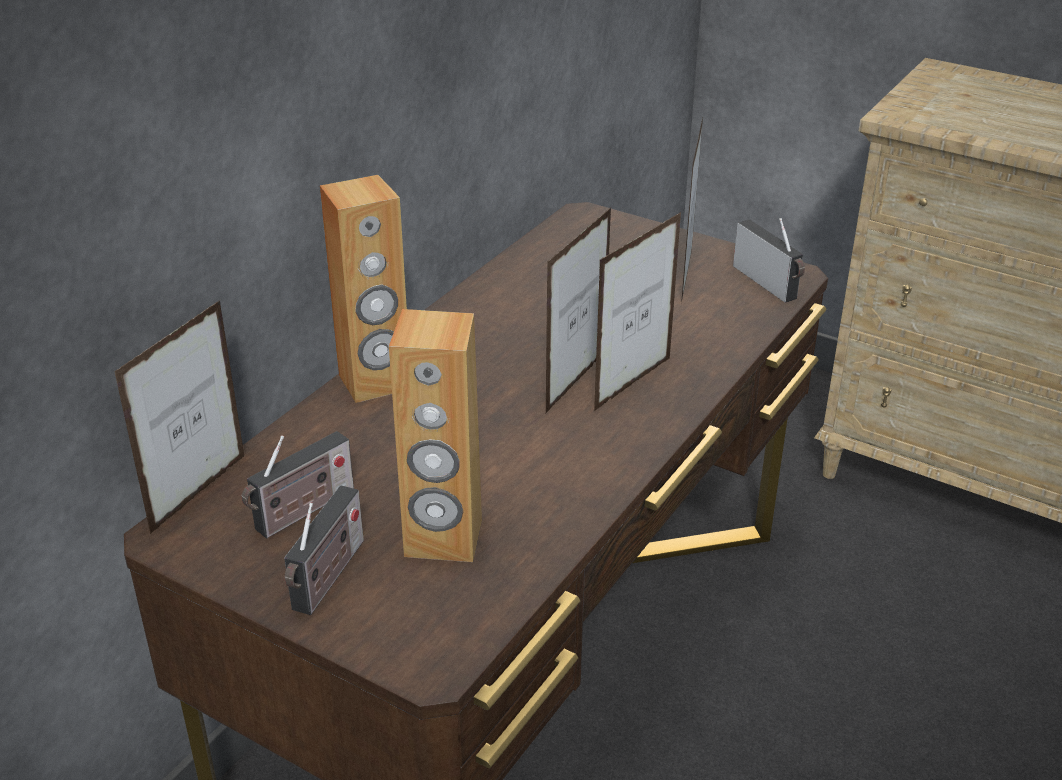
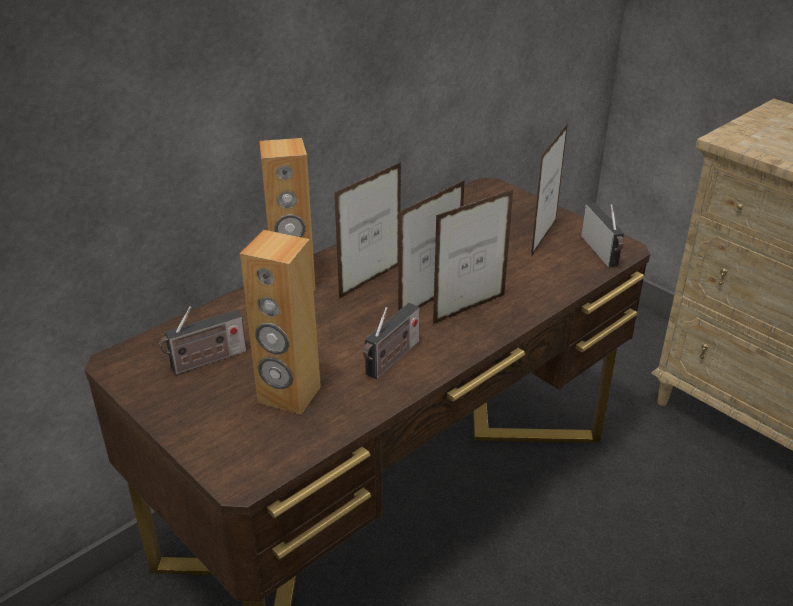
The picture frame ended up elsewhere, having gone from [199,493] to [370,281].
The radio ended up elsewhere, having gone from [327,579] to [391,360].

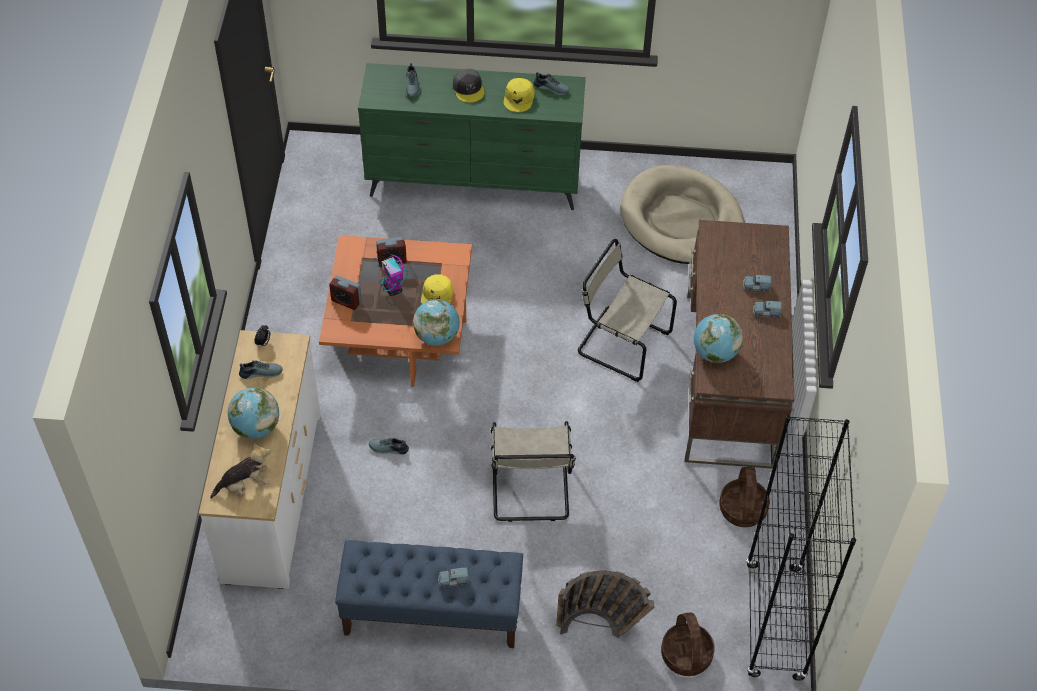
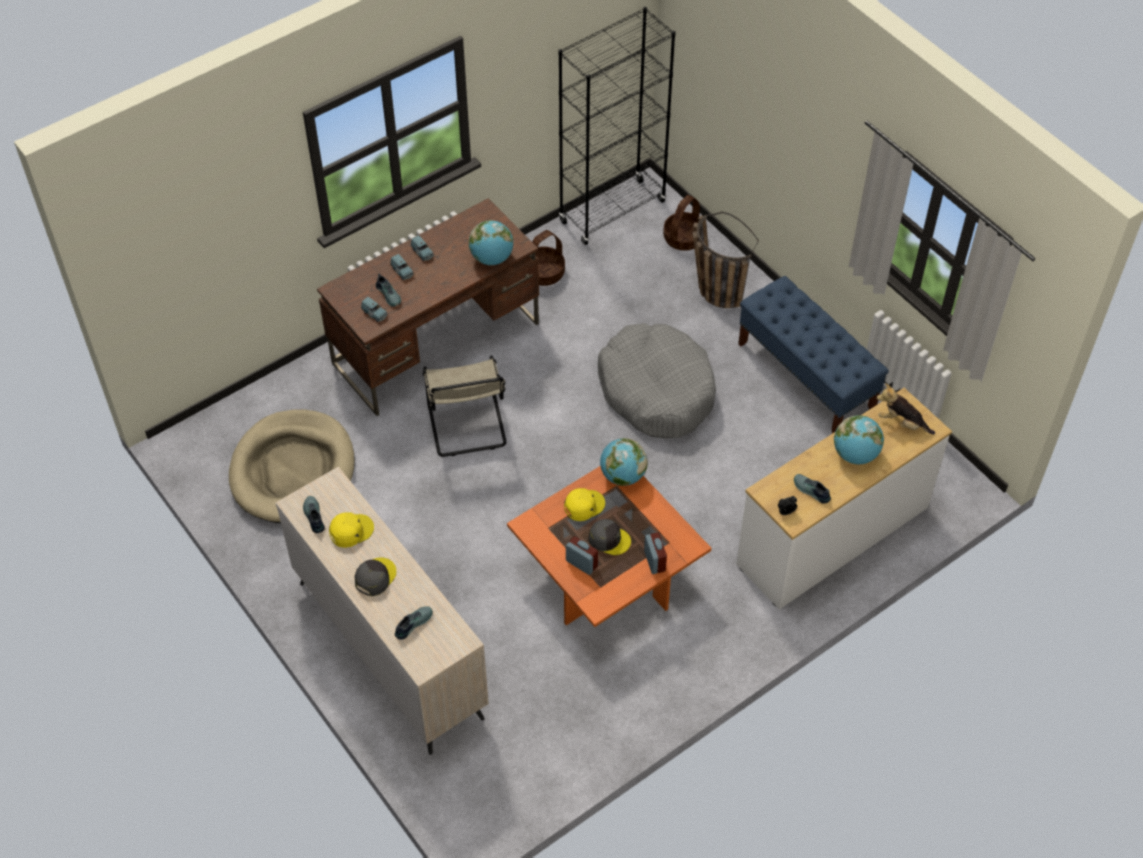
What was the dresser in green at [474,183] turned into the dresser in beige at [390,648].
Where the toy robot stood at [393,289], the cap in grey came to stand at [609,539].
Where the chair in beige stood at [530,491], the dog bed in grey came to stand at [656,390].
The shoe ended up elsewhere, having gone from [388,449] to [389,294].
The toy car in blue ended up elsewhere, having gone from [453,580] to [374,314].

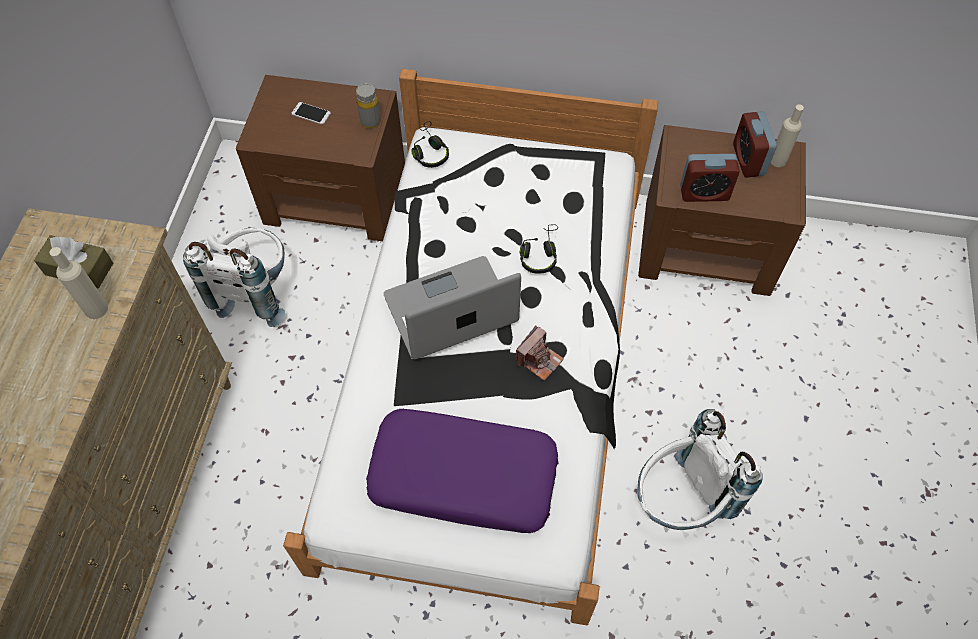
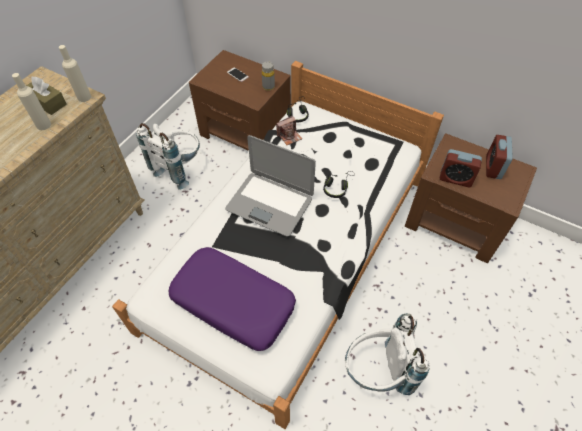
The bottle in beige ended up elsewhere, having gone from [778,160] to [84,97].
The laptop at [451,311] ended up facing another way, 150 degrees counterclockwise from before.
The photo camera ended up elsewhere, having gone from [539,359] to [289,136].

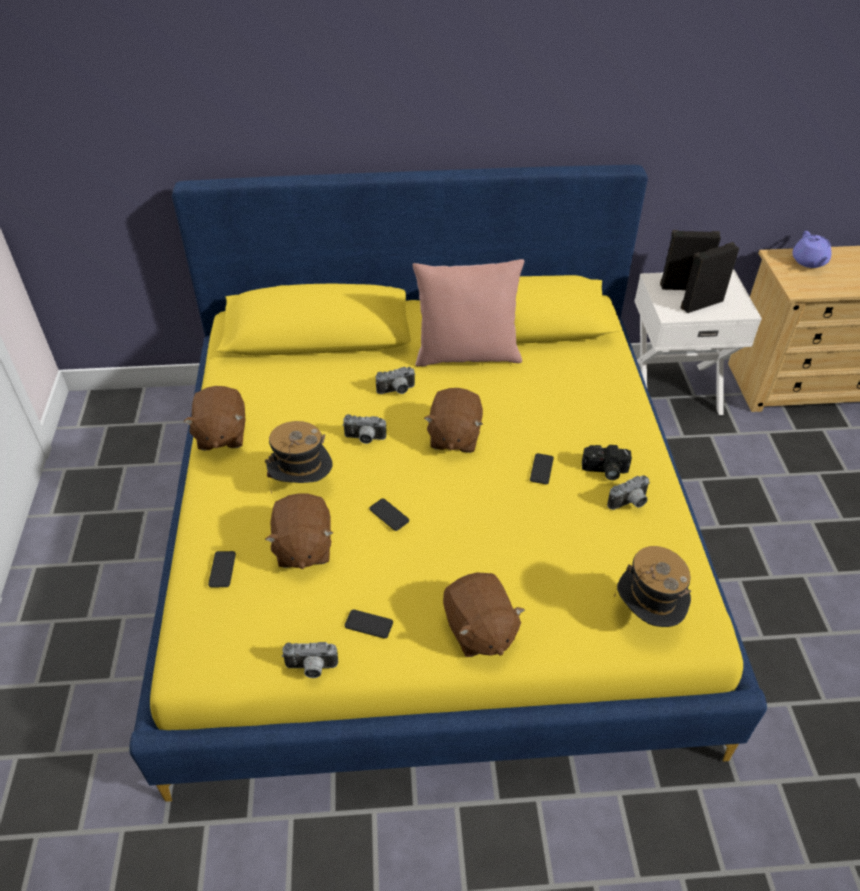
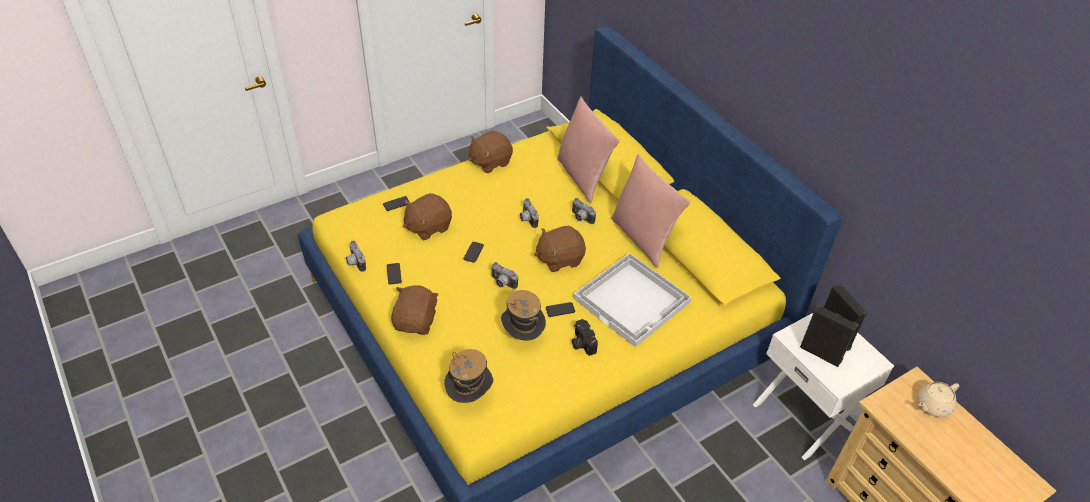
What was the teapot in purple at [809,262] turned into the teapot in beige at [932,406].
The hat ended up elsewhere, having gone from [302,485] to [522,336].
The photo camera ended up elsewhere, having gone from [629,503] to [502,283].
The plush toy in brown at [479,630] ended up facing another way, 150 degrees clockwise from before.
The second view gained the pillow in pink at [583,177].
The second view gained the tray in white at [633,300].

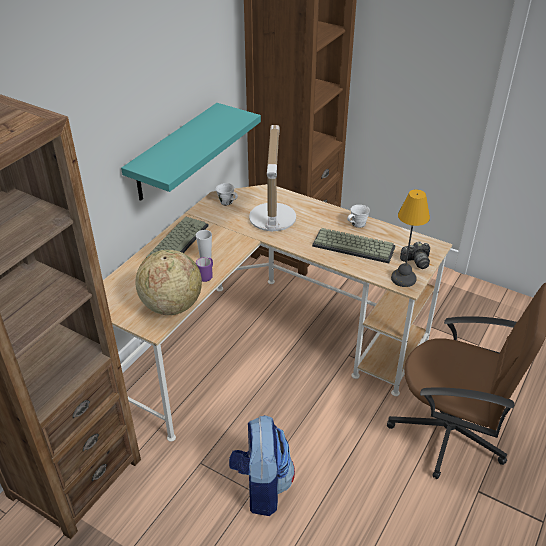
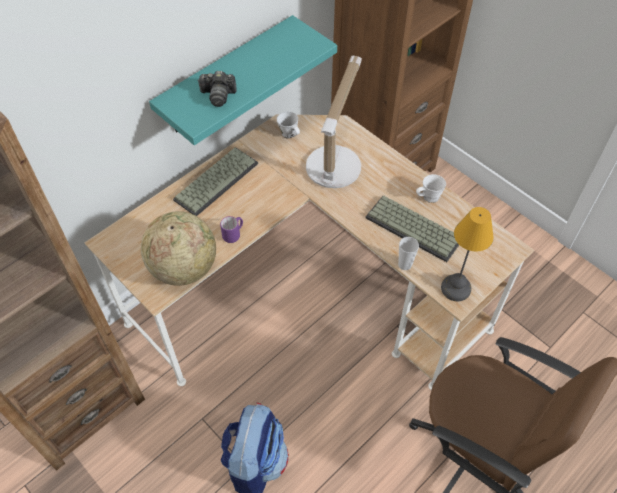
The cup ended up elsewhere, having gone from [205,257] to [405,264].
The photo camera ended up elsewhere, having gone from [416,261] to [218,95].

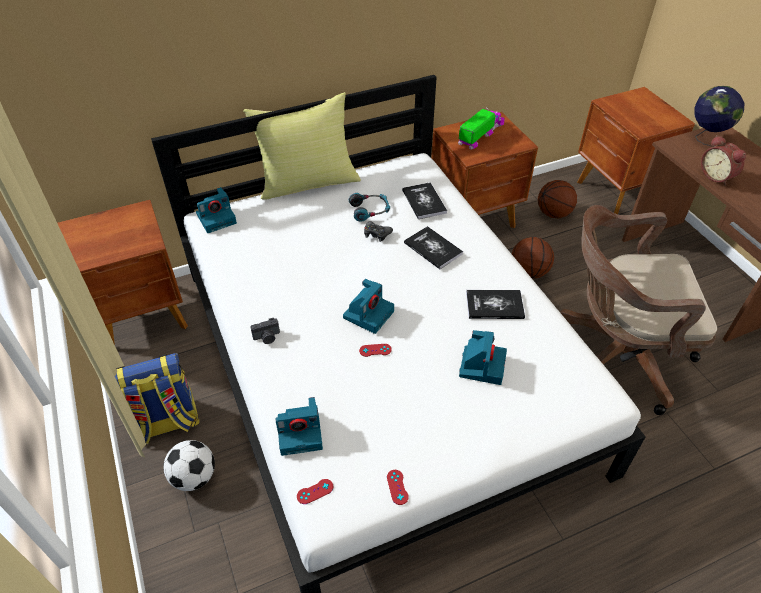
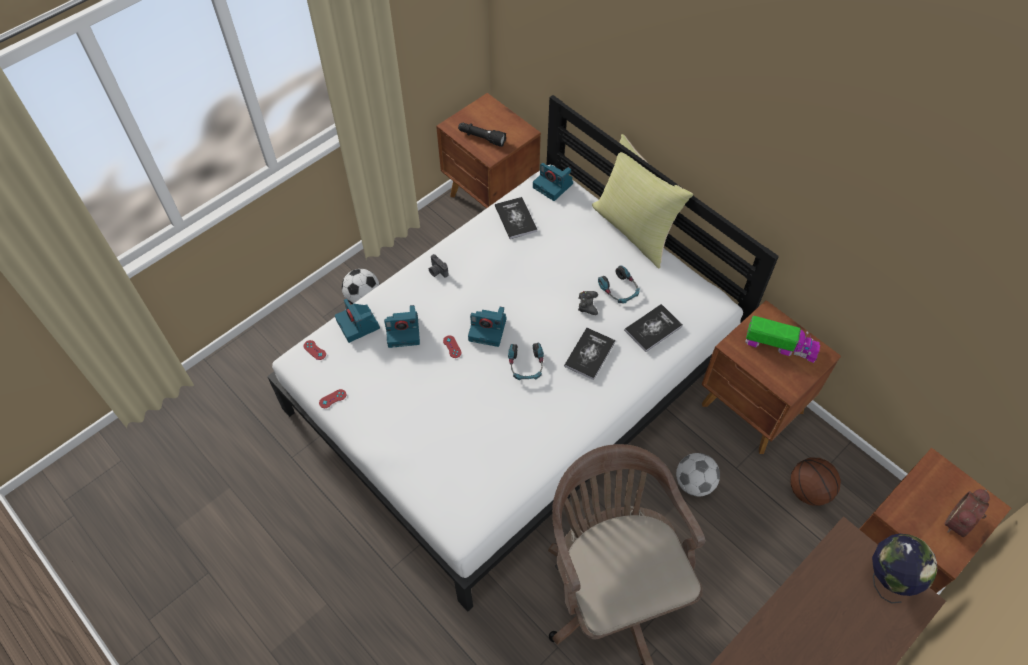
The alarm clock ended up elsewhere, having gone from [717,176] to [960,523].
Where the basketball stood at [529,272], the football came to stand at [694,483].
The book ended up elsewhere, having gone from [494,305] to [515,218].
The photo camera ended up elsewhere, having gone from [482,365] to [404,331].
The second view lost the backpack at [165,423].
The second view gained the flashlight in black at [481,138].
The second view gained the headphones at [526,365].

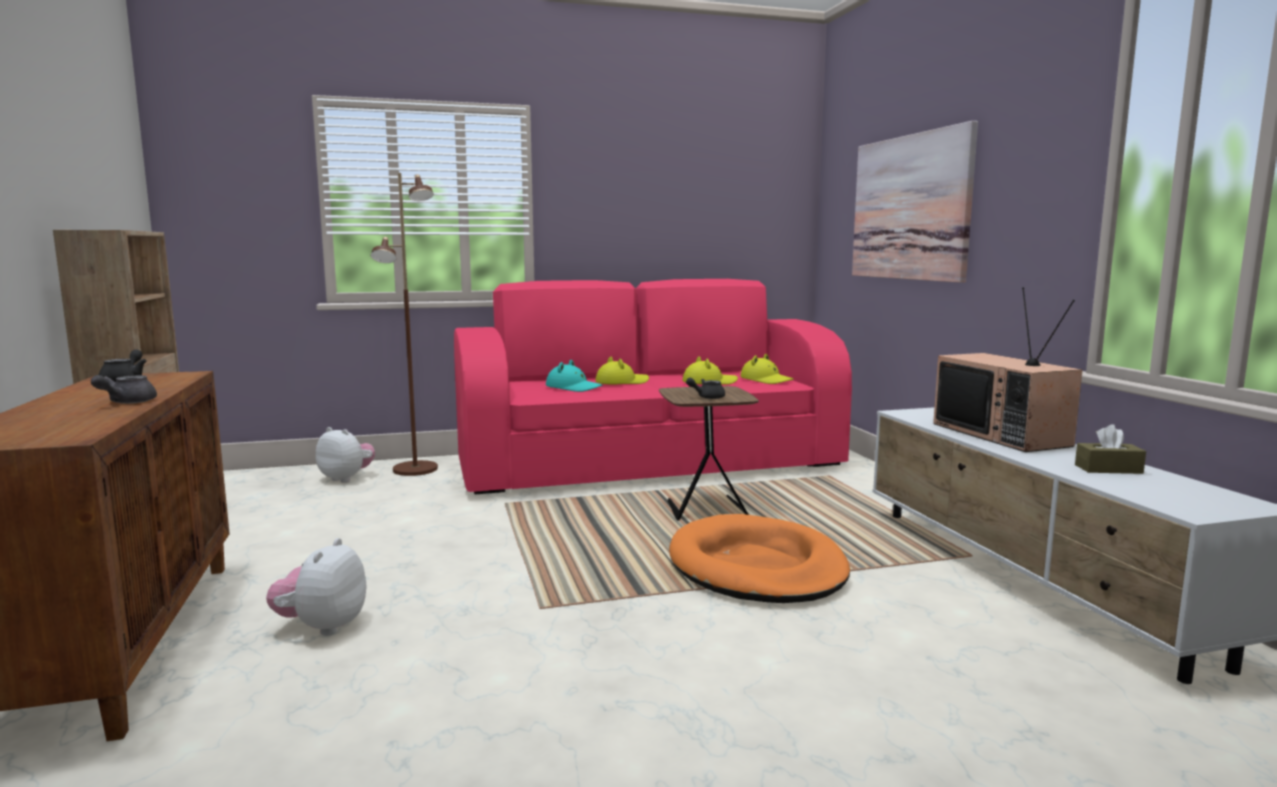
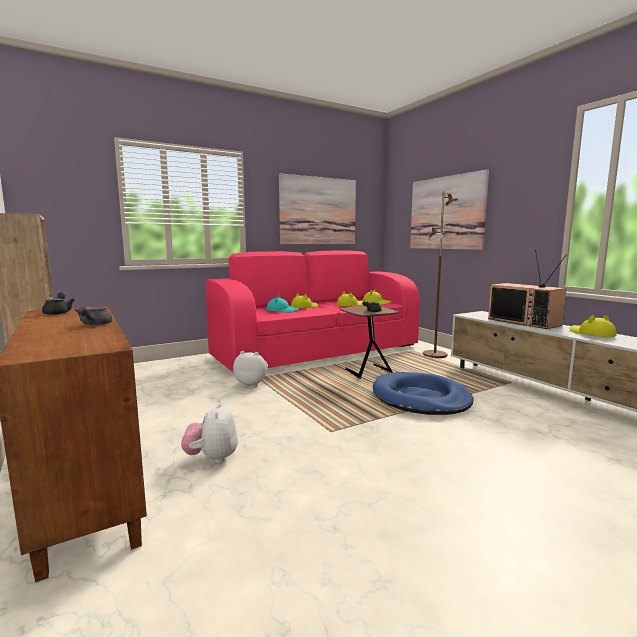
The floor lamp in brown ended up elsewhere, having gone from [415,470] to [435,355].
Where the tissue box in brown stood at [1108,469], the hat in yellow came to stand at [591,334].
The plush toy ended up elsewhere, having gone from [347,478] to [252,384].
What was the dog bed in orange at [757,567] turned into the dog bed in blue at [420,398].
The second view gained the picture at [318,211].

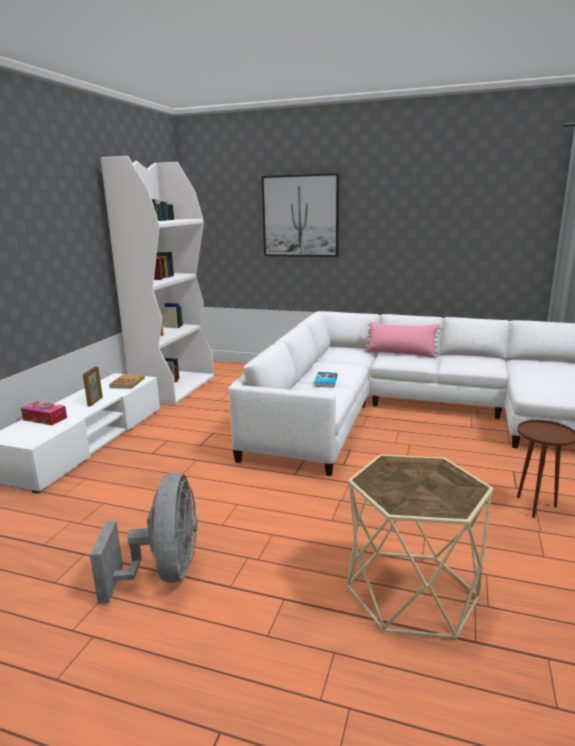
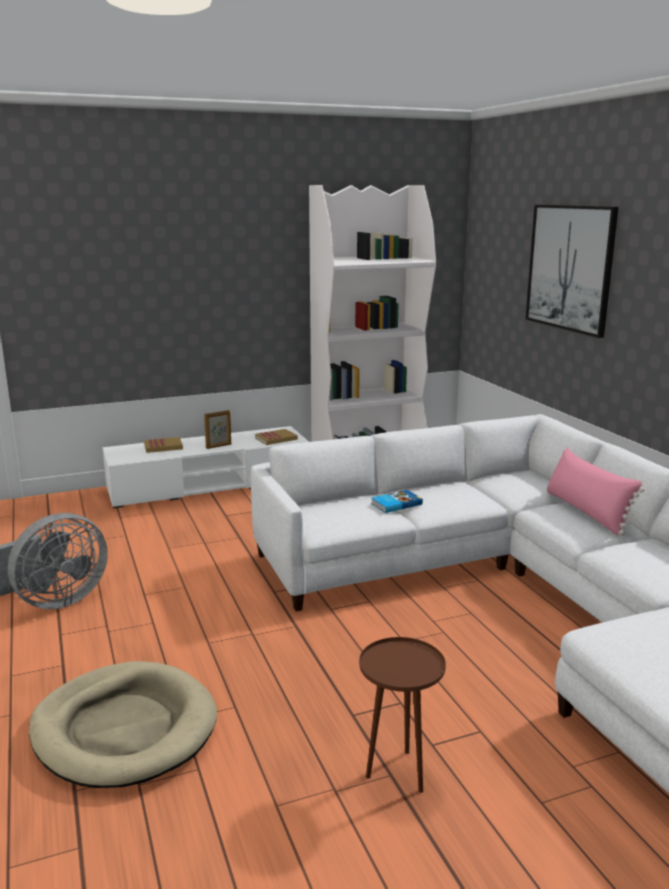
Where the tissue box stood at [45,419], the book came to stand at [163,447].
Where the side table in beige stood at [412,592], the dog bed in beige came to stand at [124,729].

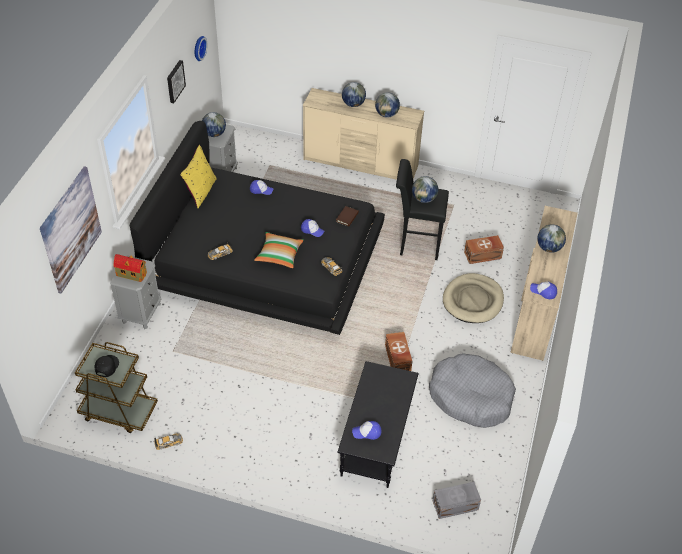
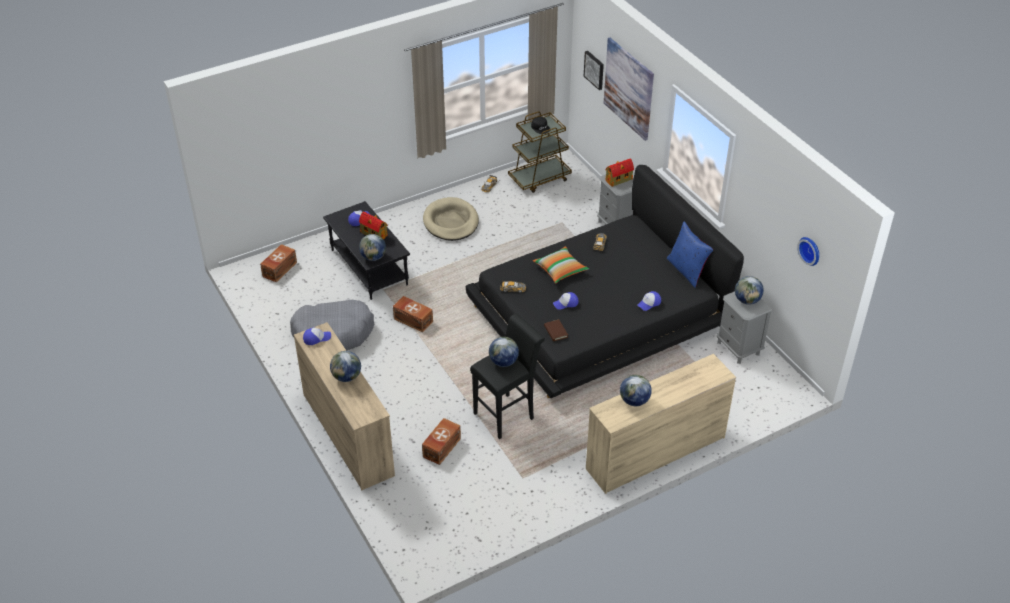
The picture ended up elsewhere, having gone from [174,81] to [594,69].
The globe ended up elsewhere, having gone from [353,104] to [373,257].
What was the pillow in yellow at [200,191] turned into the pillow in blue at [687,270].
The dog bed in beige ended up elsewhere, having gone from [473,300] to [451,222].
What was the storage box in grey at [456,505] turned into the storage box in brown at [279,269].
The second view gained the toy house at [373,233].

